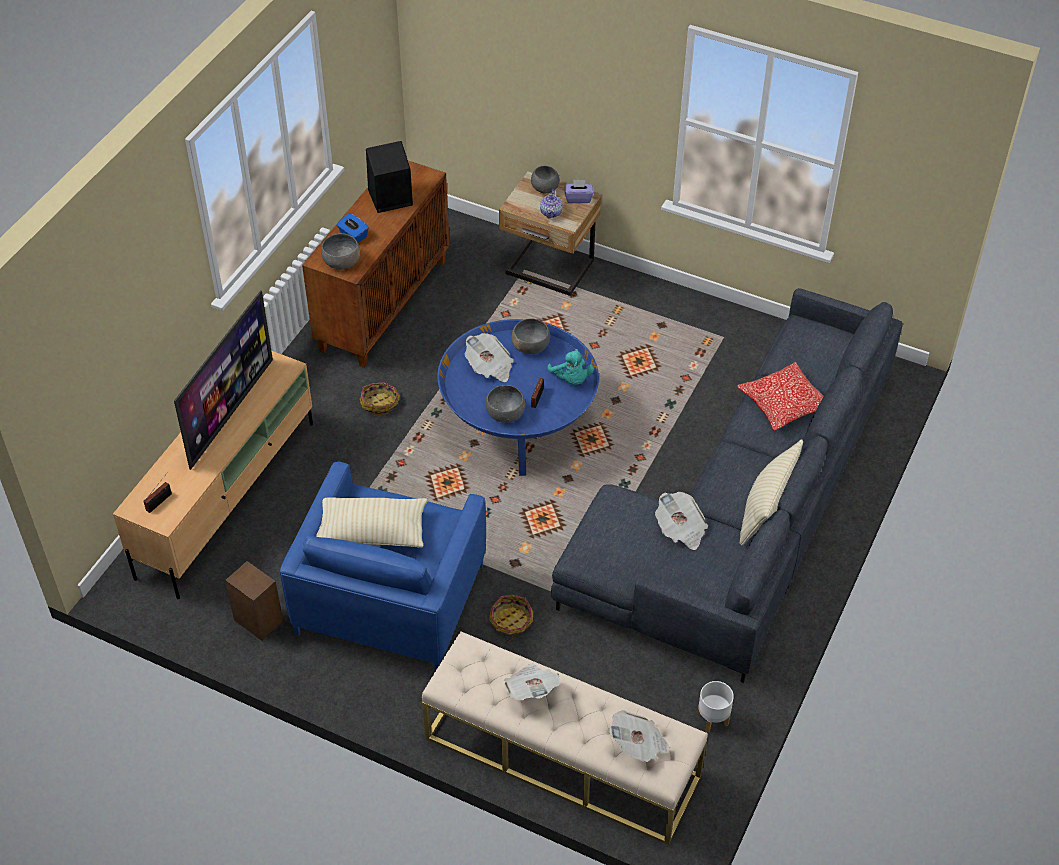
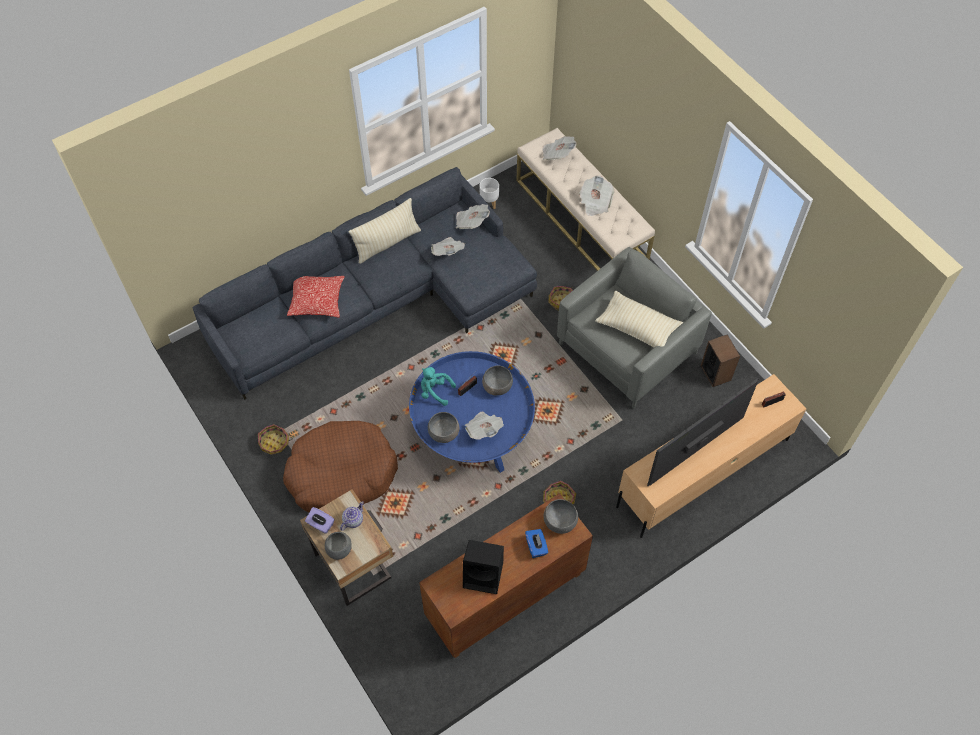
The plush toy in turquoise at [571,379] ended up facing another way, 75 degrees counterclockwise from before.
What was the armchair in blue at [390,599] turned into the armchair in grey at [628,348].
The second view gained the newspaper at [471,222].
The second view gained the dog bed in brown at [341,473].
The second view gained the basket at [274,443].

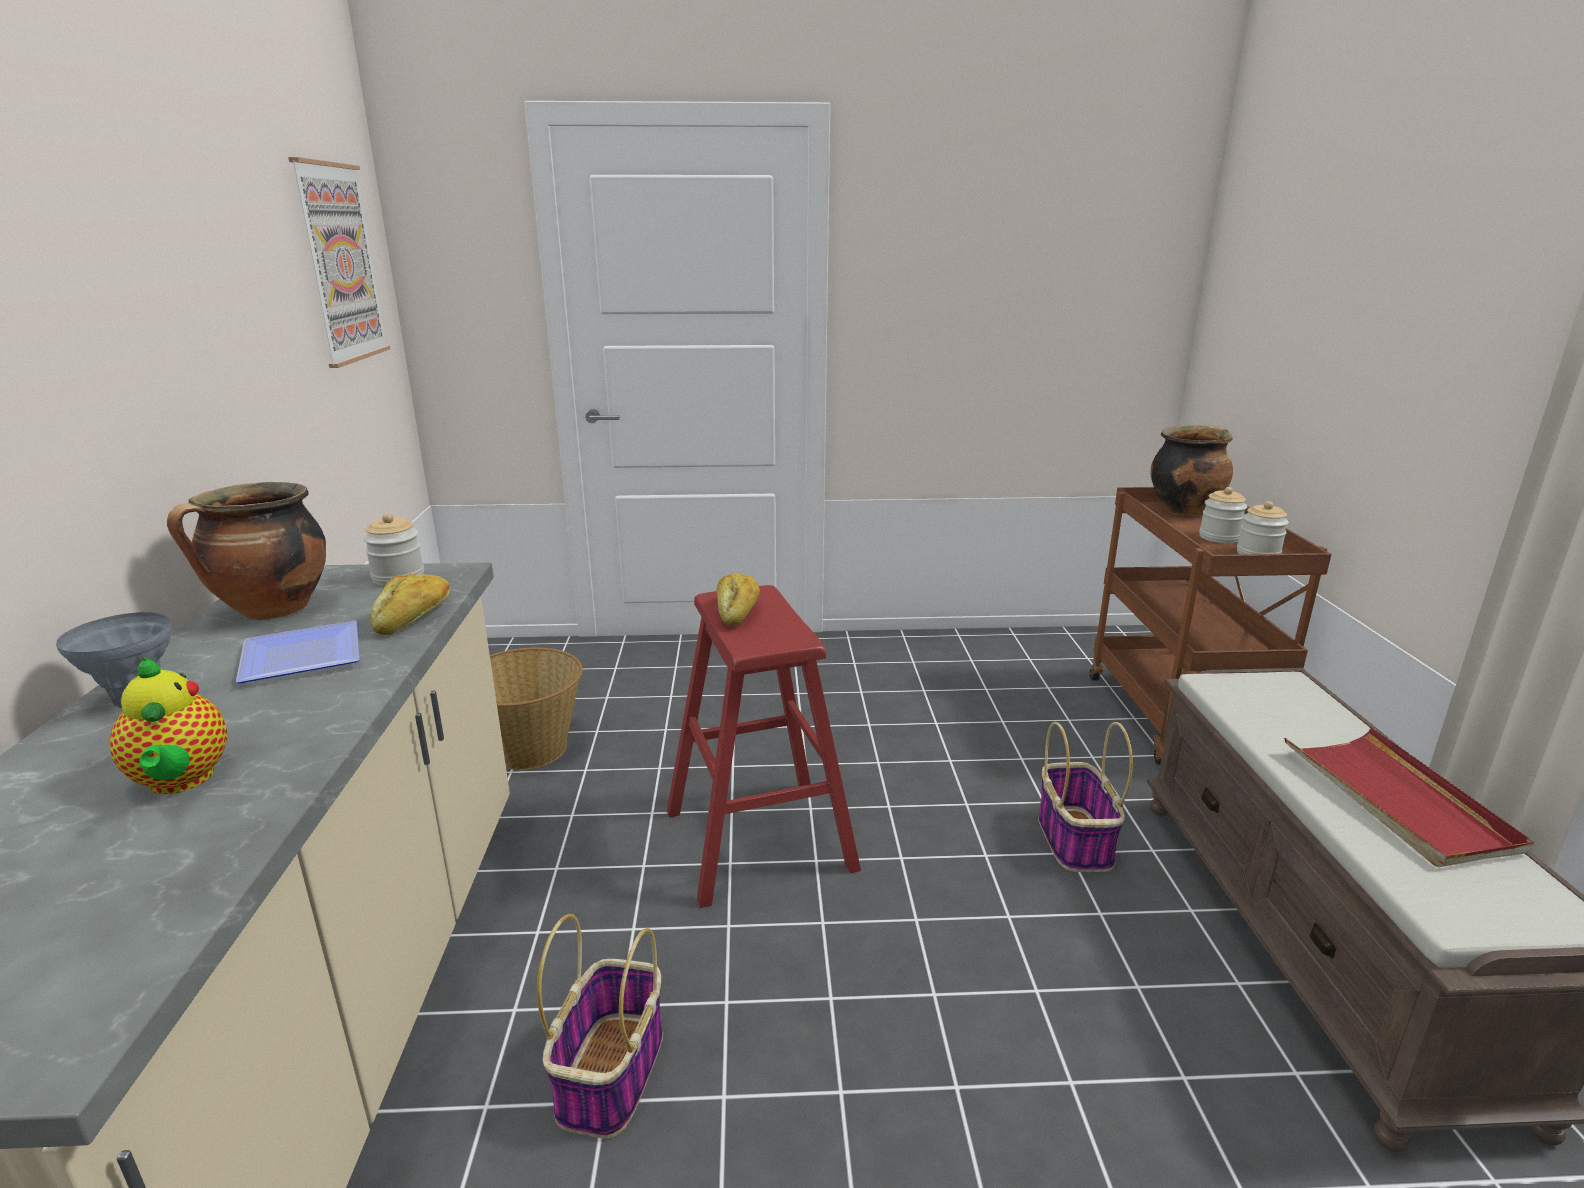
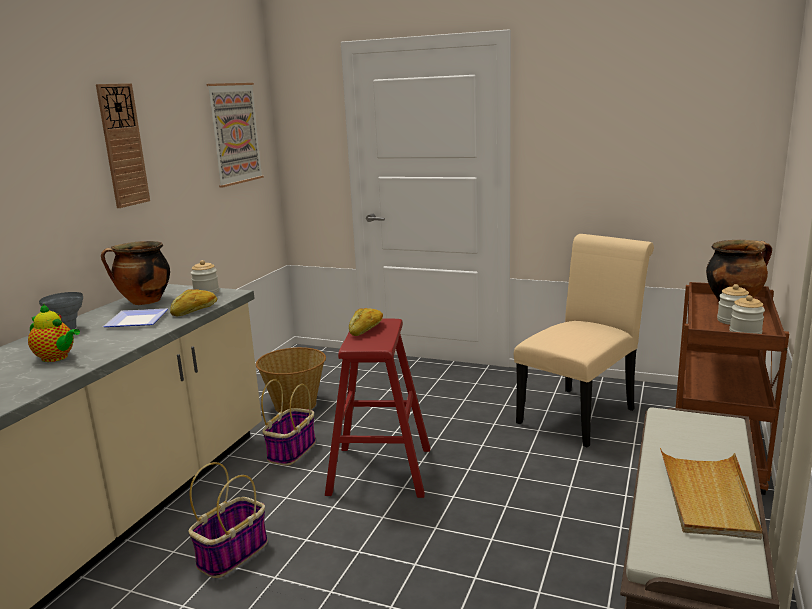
The teapot at [181,781] ended up facing another way, 60 degrees counterclockwise from before.
The basket ended up elsewhere, having gone from [1073,839] to [292,450].
What was the tray in red at [1397,800] turned into the tray in beige at [707,496].
The second view gained the wall clock at [122,145].
The second view gained the chair in beige at [581,413].

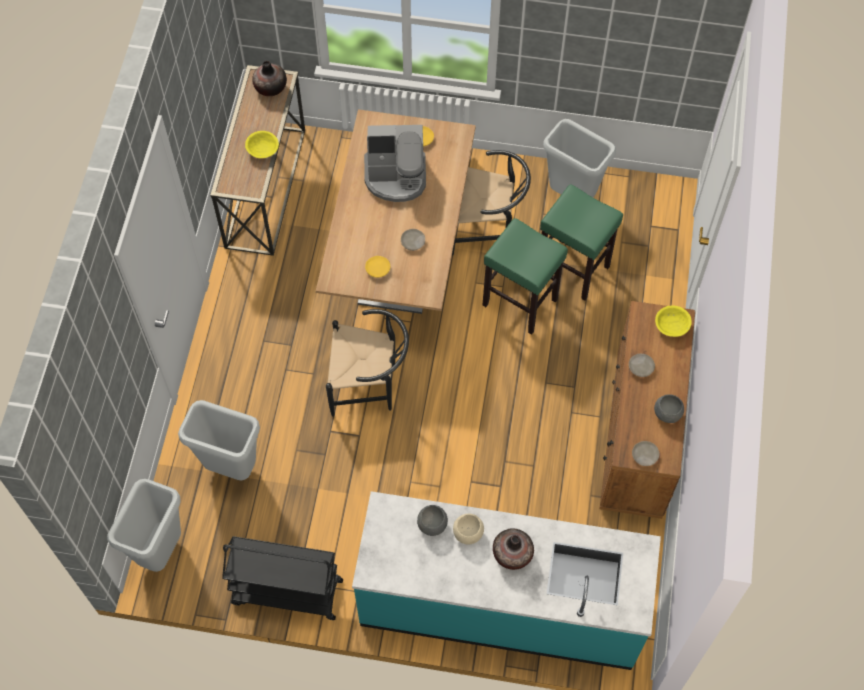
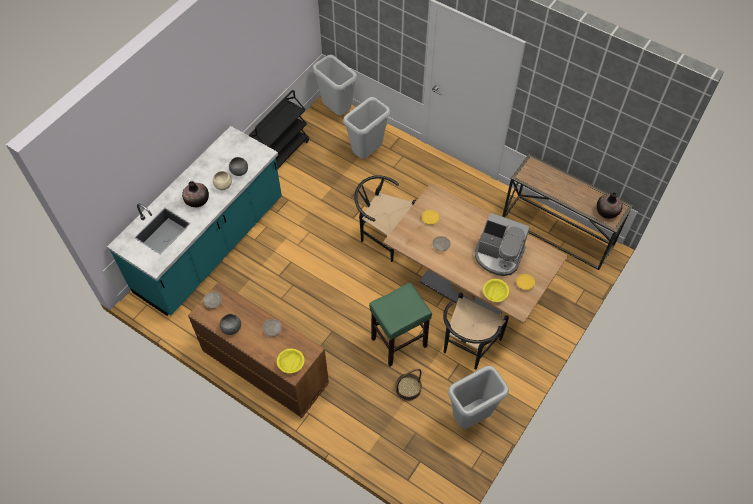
The coffee machine at [396,177] ended up facing another way, 90 degrees counterclockwise from before.
The bowl in yellow ended up elsewhere, having gone from [262,149] to [495,293].
Where the stool in green stood at [573,269], the basket came to stand at [408,388].
The chair in black at [369,386] ended up facing another way, 90 degrees clockwise from before.

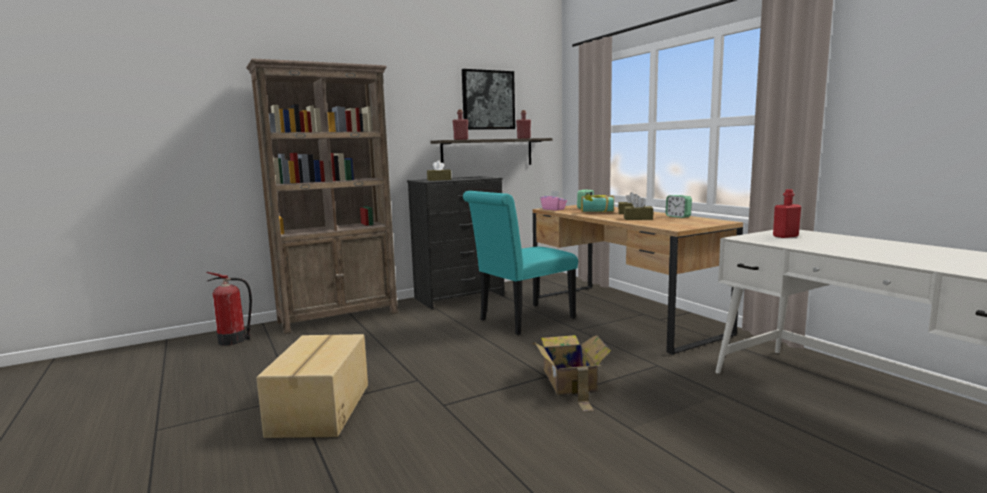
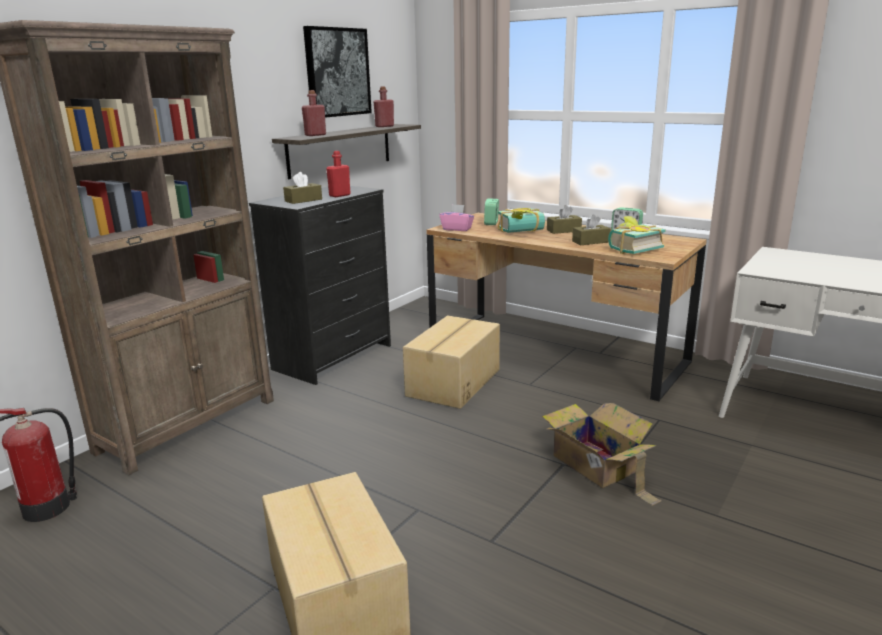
The bottle in red ended up elsewhere, having gone from [785,236] to [339,195].
Where the chair in turquoise stood at [522,320], the cardboard box came to stand at [452,382].
The second view gained the book at [631,249].

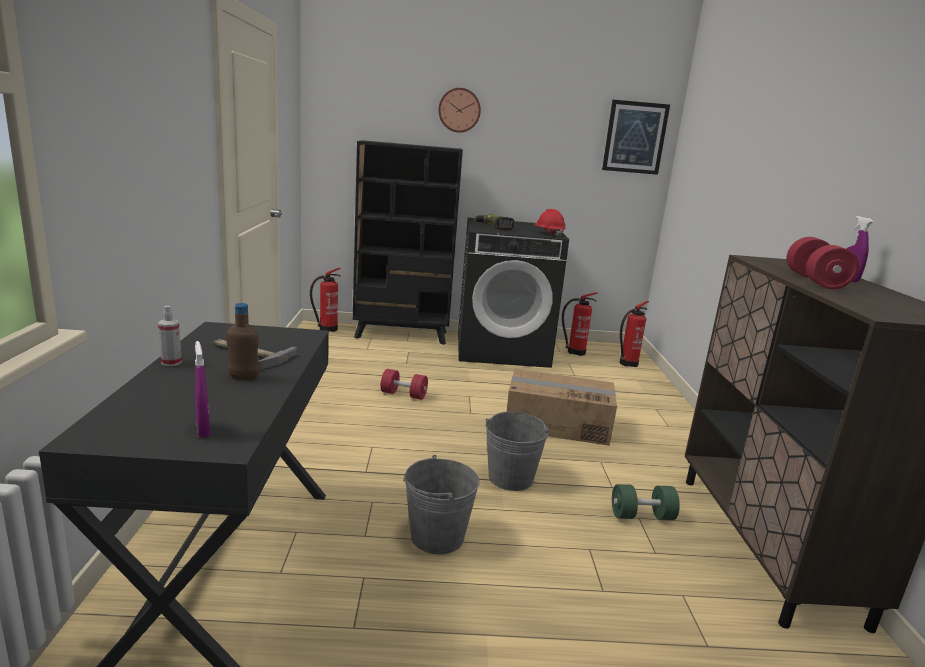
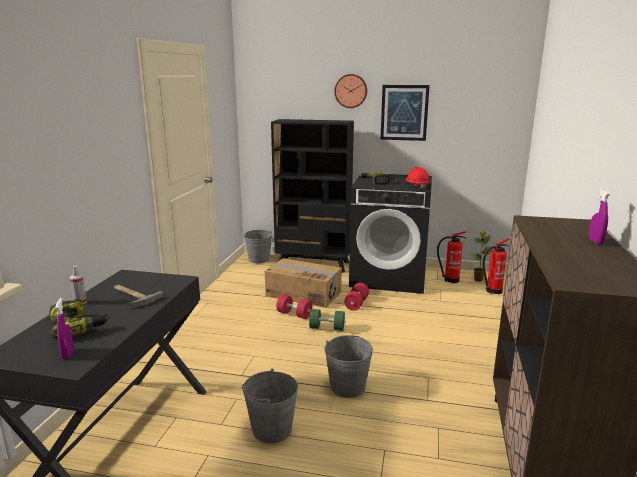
The picture ended up elsewhere, having gone from [635,137] to [404,112].
The dumbbell in red ended up elsewhere, having gone from [815,281] to [356,304].
Where the fire extinguisher stood at [326,329], the bucket in grey came to stand at [259,259].
The second view lost the bottle in brown at [243,377].
The cardboard box ended up elsewhere, having gone from [557,423] to [303,294].
The dumbbell in green ended up elsewhere, having gone from [642,516] to [327,328].
The second view gained the potted plant at [478,280].
The second view gained the power drill at [78,326].

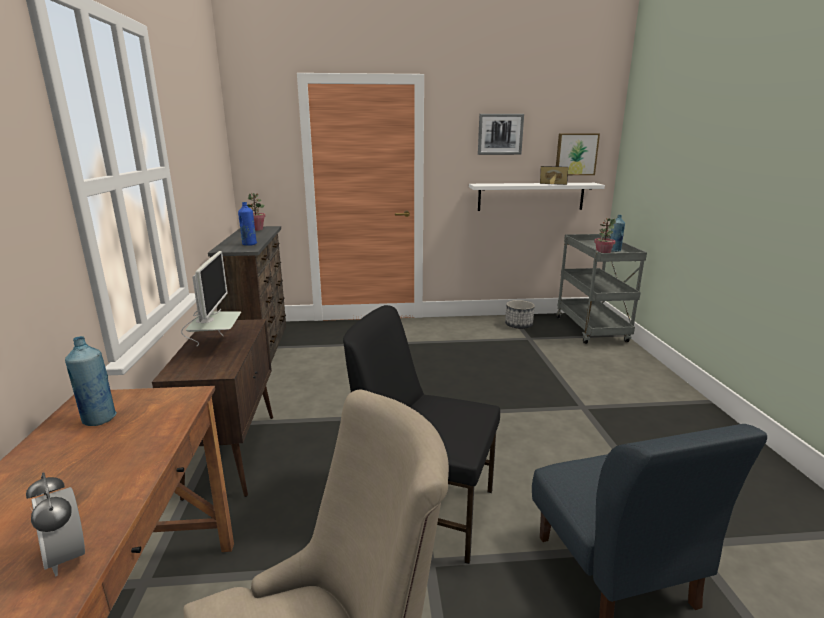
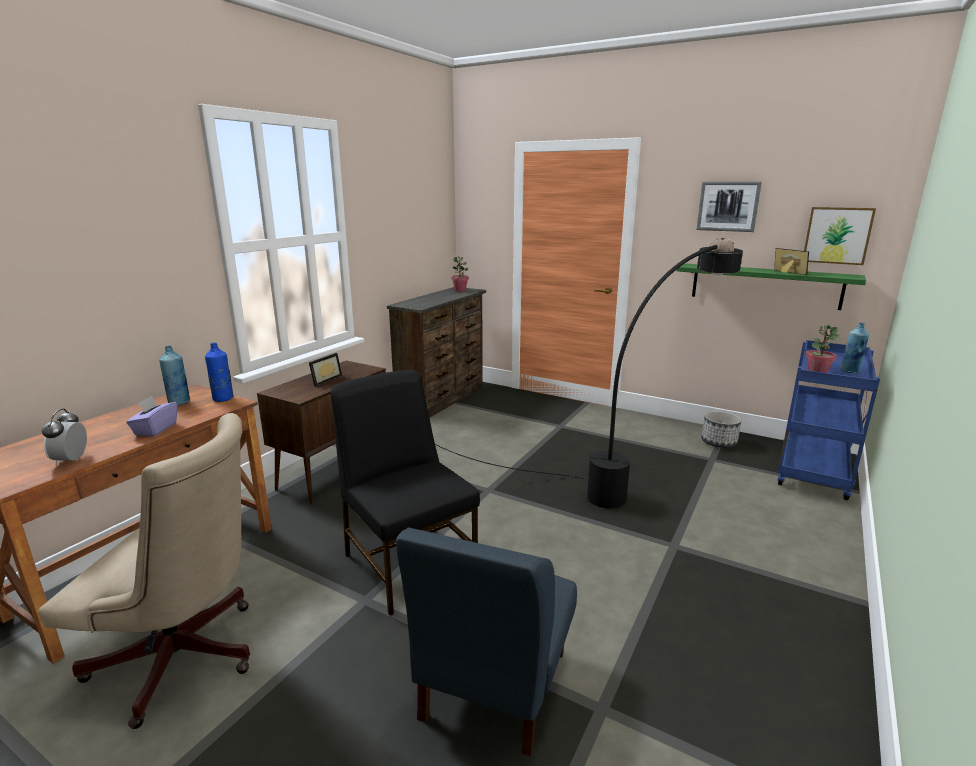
What was the shelf in white at [531,196] turned into the shelf in green at [765,286].
The bottle in blue ended up elsewhere, having gone from [249,244] to [223,399].
What was the cart in grey at [592,330] turned into the cart in blue at [814,473].
Where the monitor stood at [216,346], the picture frame came to stand at [324,380].
The second view gained the floor lamp in black at [619,475].
The second view gained the tissue box in purple at [155,429].

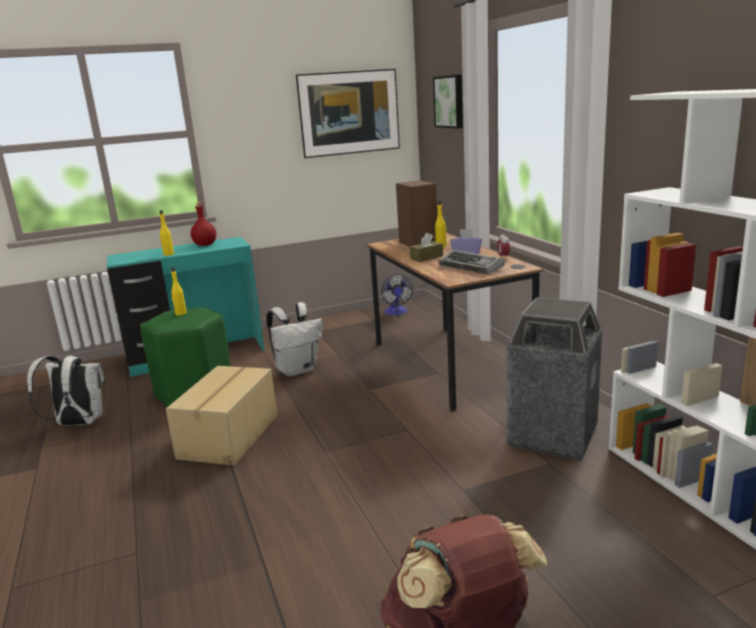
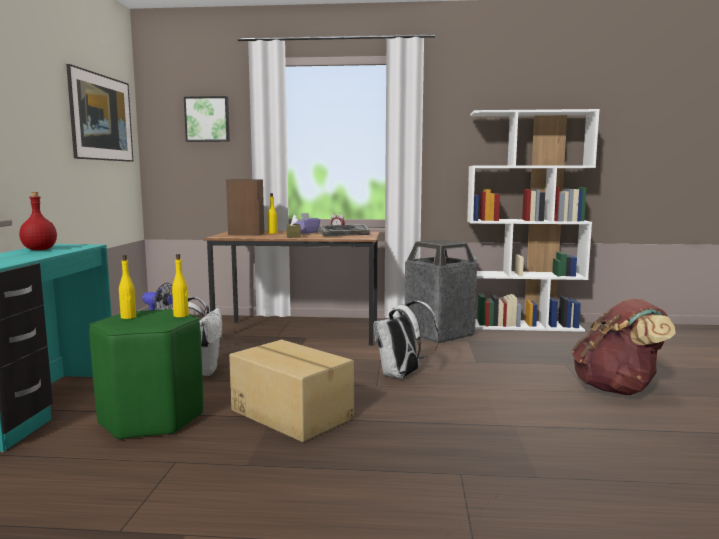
The bottle in yellow ended up elsewhere, having gone from [169,254] to [181,315].
The backpack in white ended up elsewhere, having gone from [78,423] to [402,375].

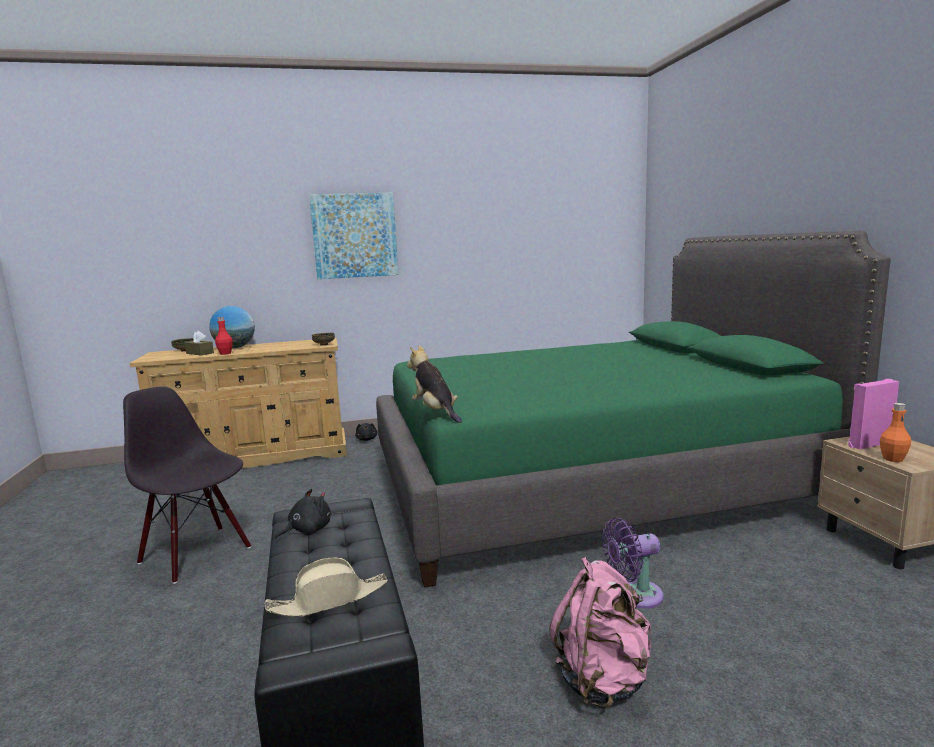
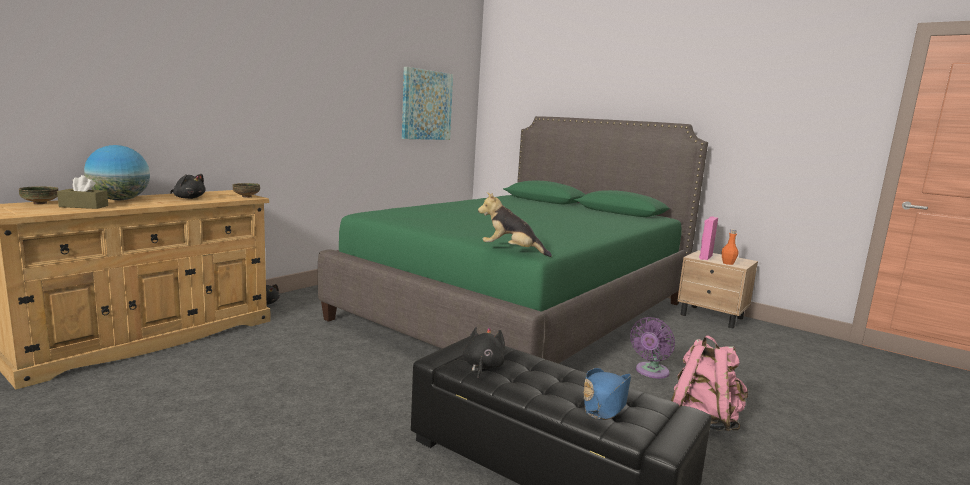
The picture ended up elsewhere, having gone from [354,236] to [426,105].
The second view lost the bottle in red at [225,353].
The second view lost the chair in black at [197,554].
What was the hat in beige at [329,599] turned into the hat in blue at [605,402].
The second view gained the plush toy in black at [188,198].

